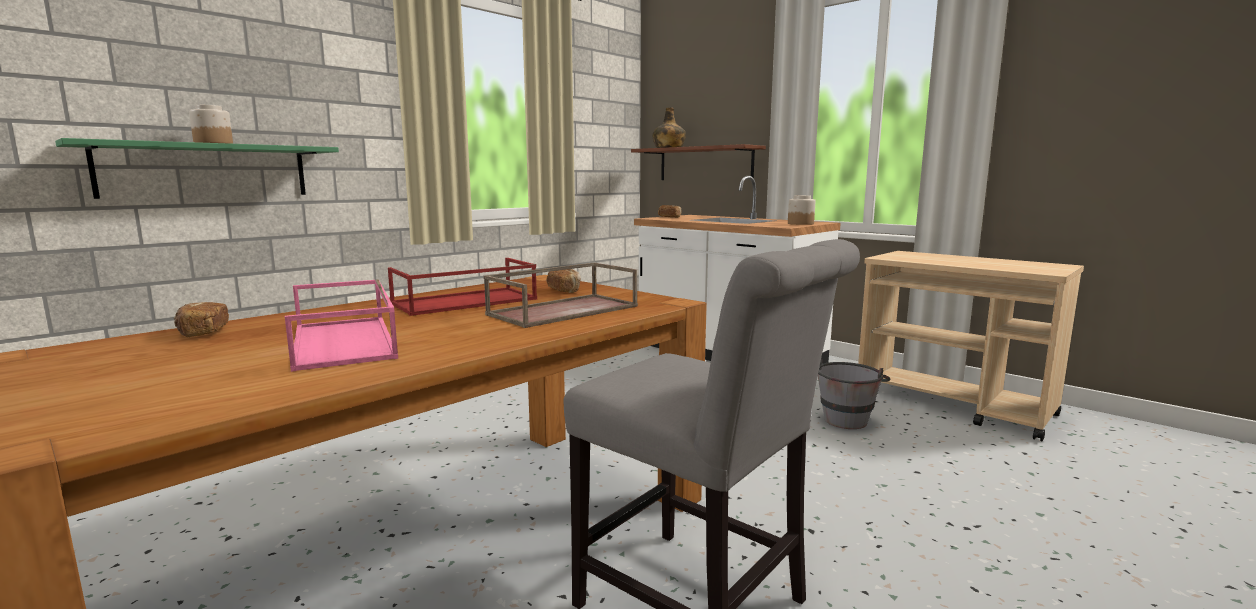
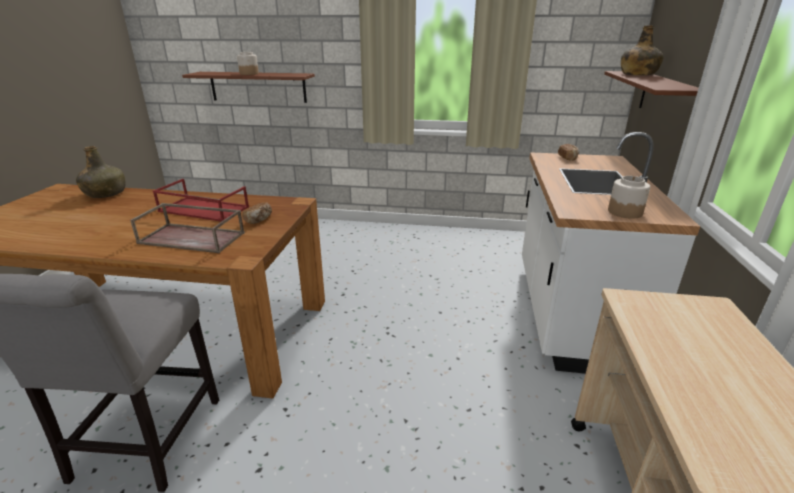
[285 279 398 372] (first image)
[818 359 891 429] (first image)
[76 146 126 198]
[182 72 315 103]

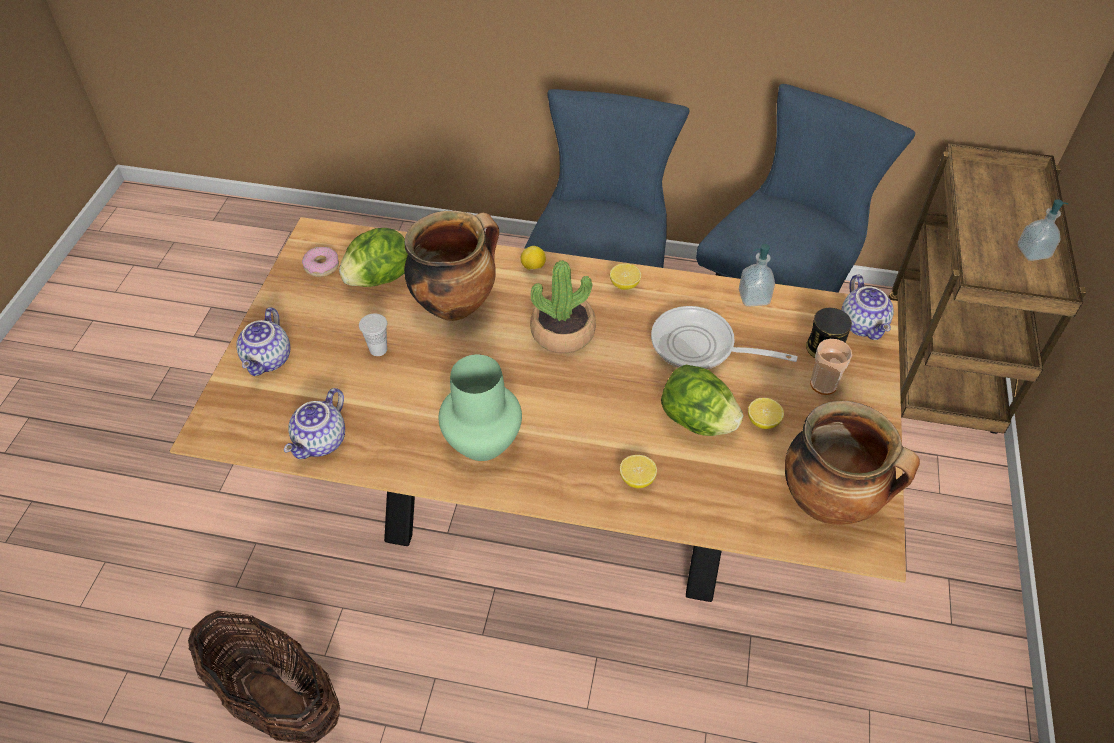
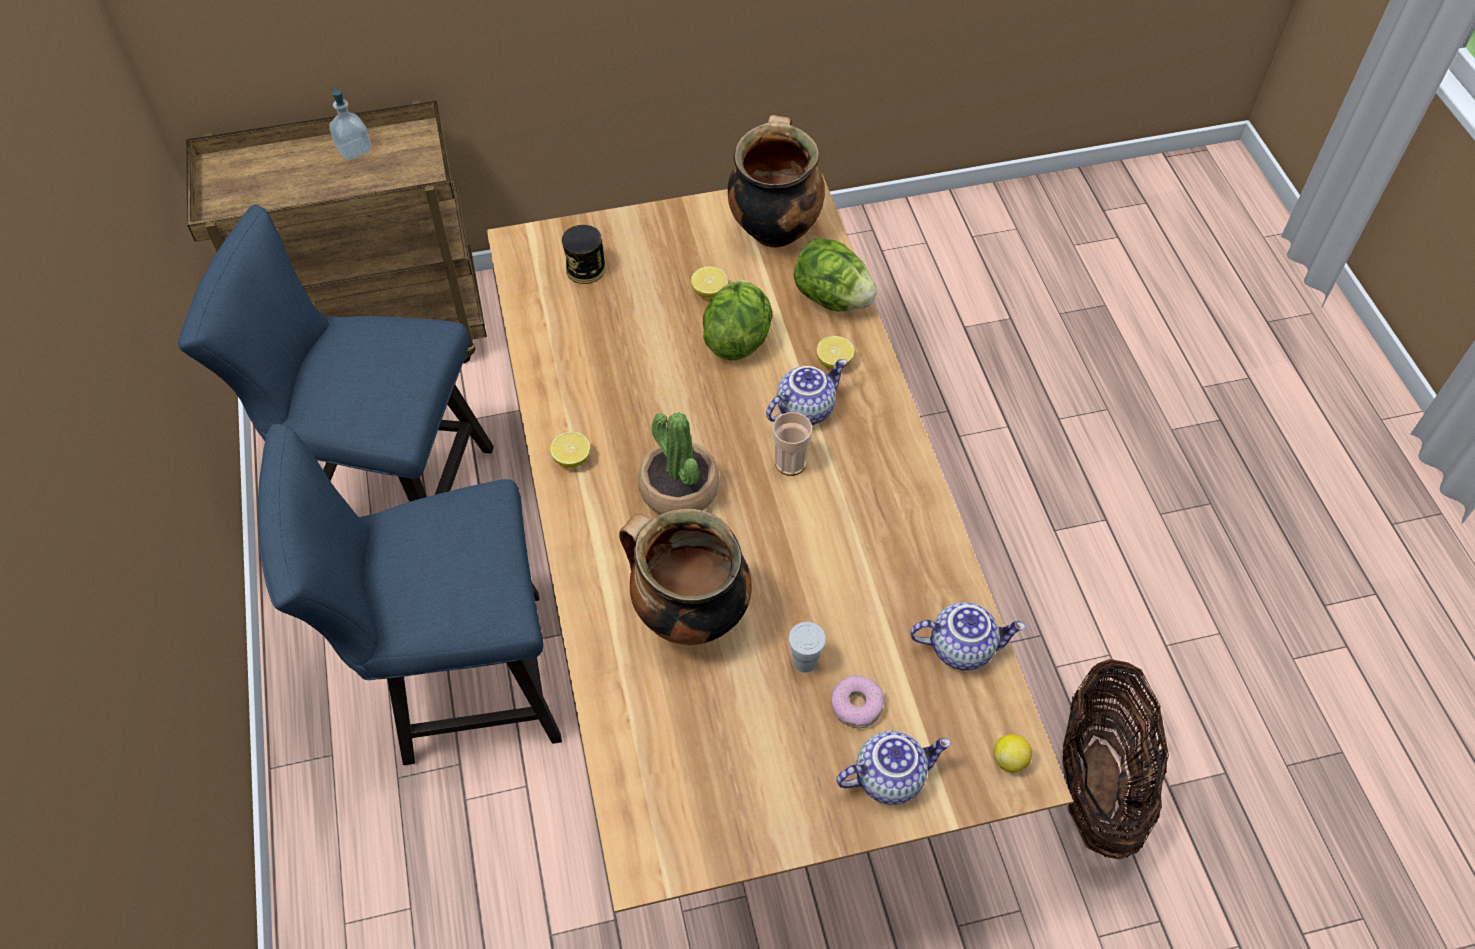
[439 354 522 461] (first image)
[651 306 798 369] (first image)
[739 244 775 306] (first image)
[831 675 884 728]
[793 238 877 312]
[994 734 1032 773]
[773 412 812 476]
[766 359 847 425]

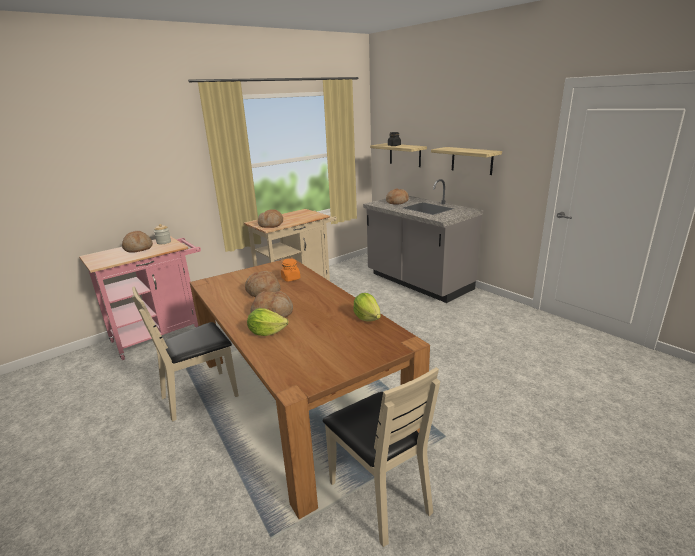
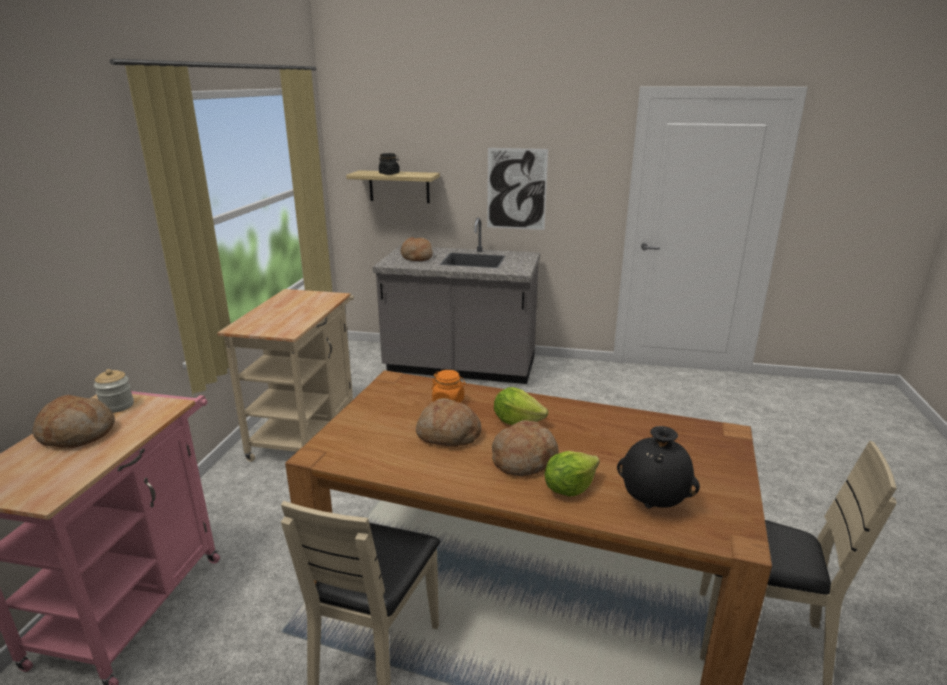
[258 209 283 228] (first image)
[617 426 700 509]
[494 387 548 425]
[487 148 548 230]

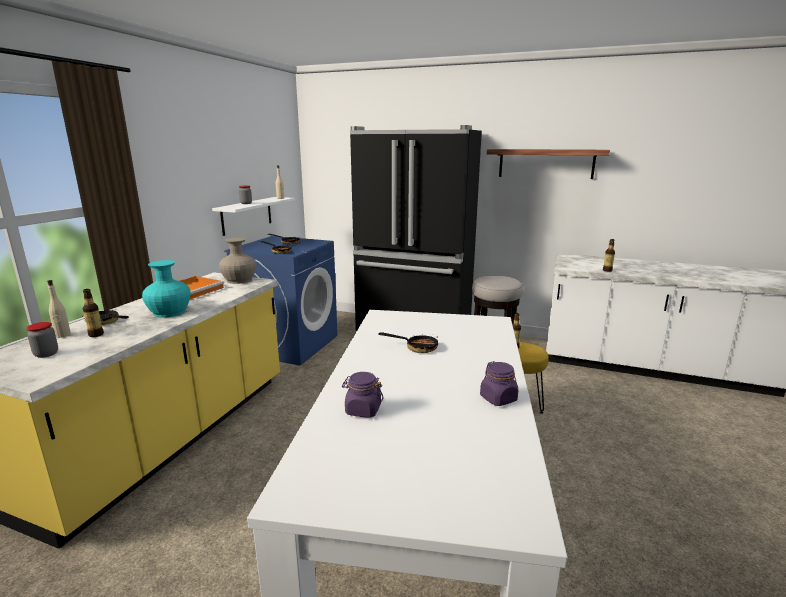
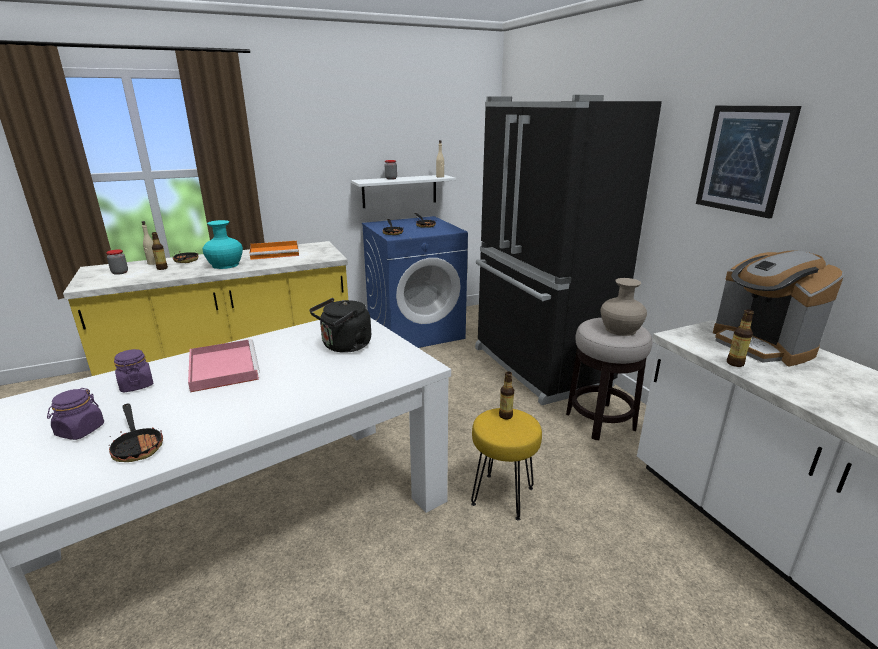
[188 339 260 392]
[310 298 371 353]
[713 251 844 367]
[601 278 647 336]
[106 404 163 462]
[47 388 104 440]
[696 106 801 218]

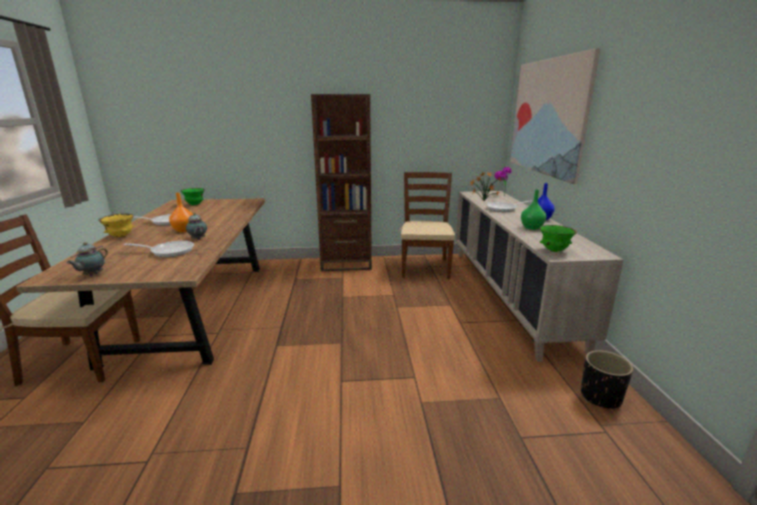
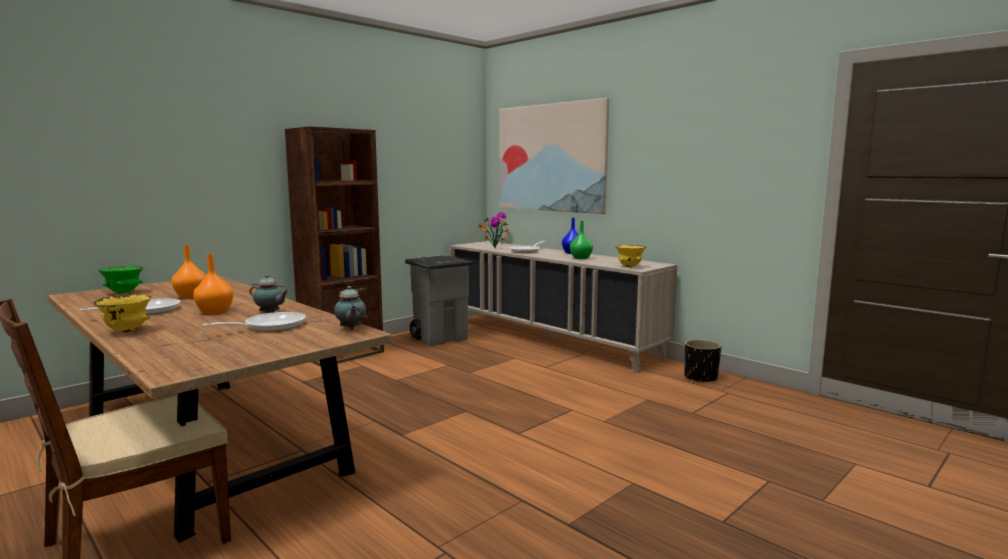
[171 245 207 298]
[334 286 366 330]
[405 255 474 346]
[615 245 647 267]

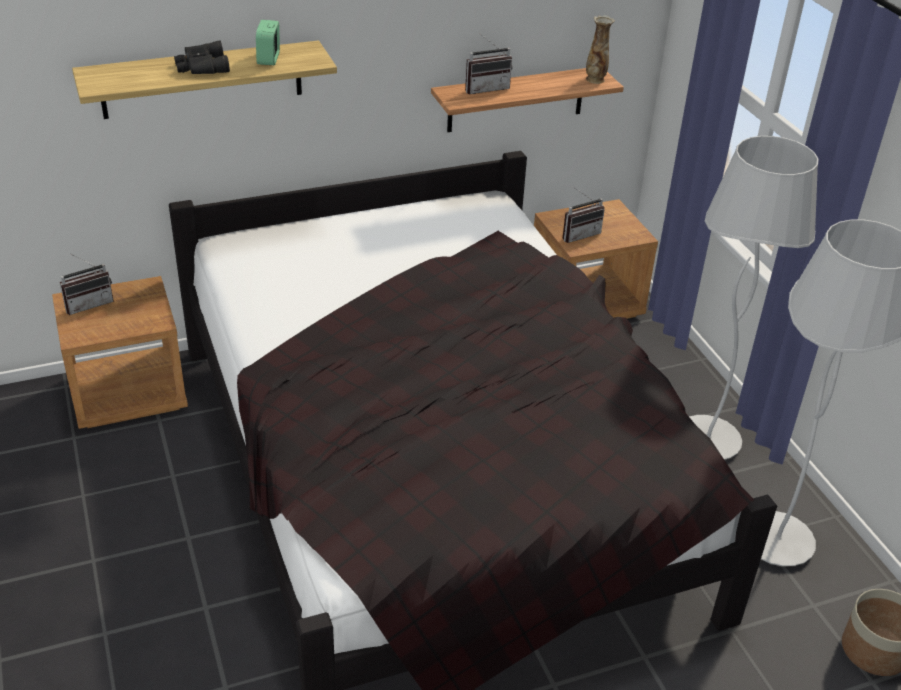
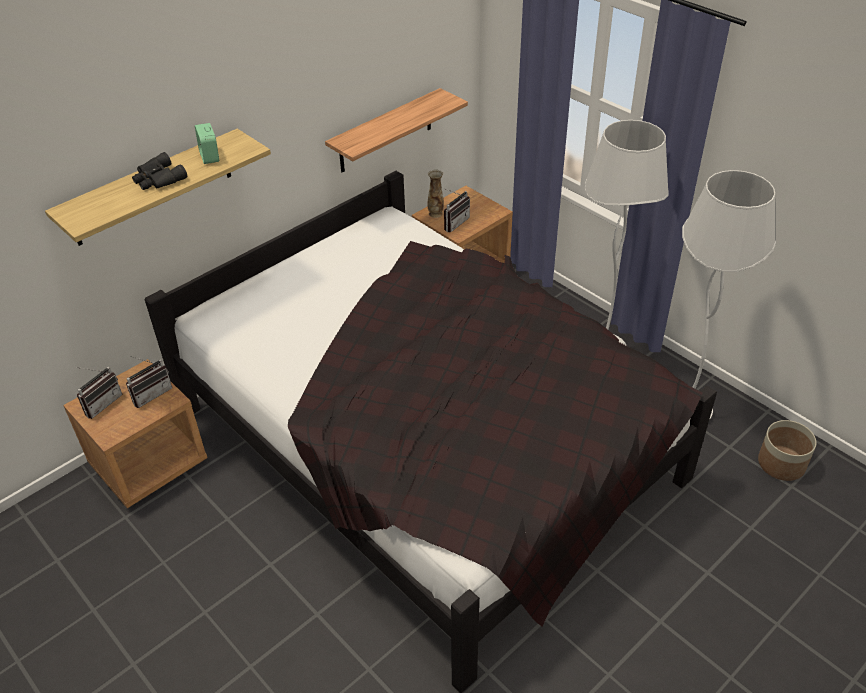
[126 356 172 408]
[427 169 444 218]

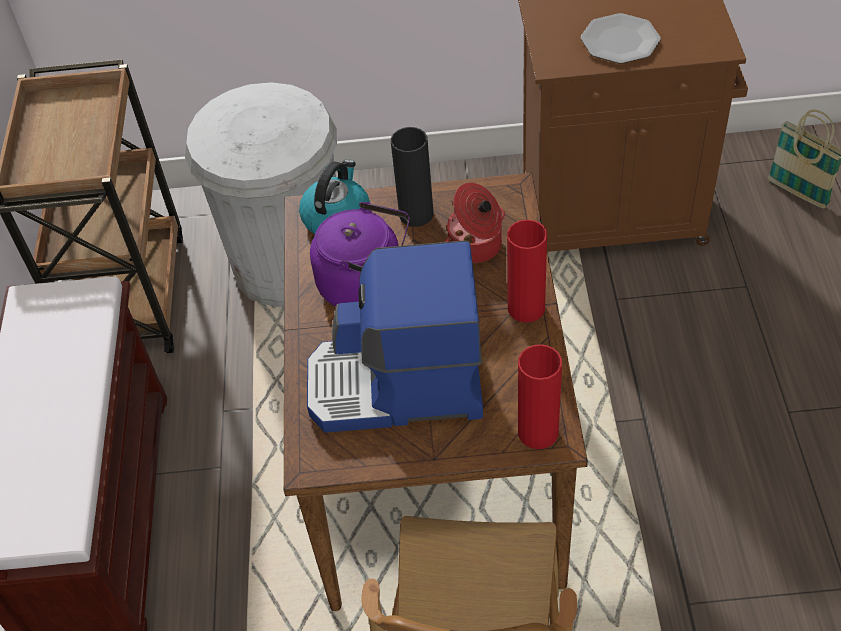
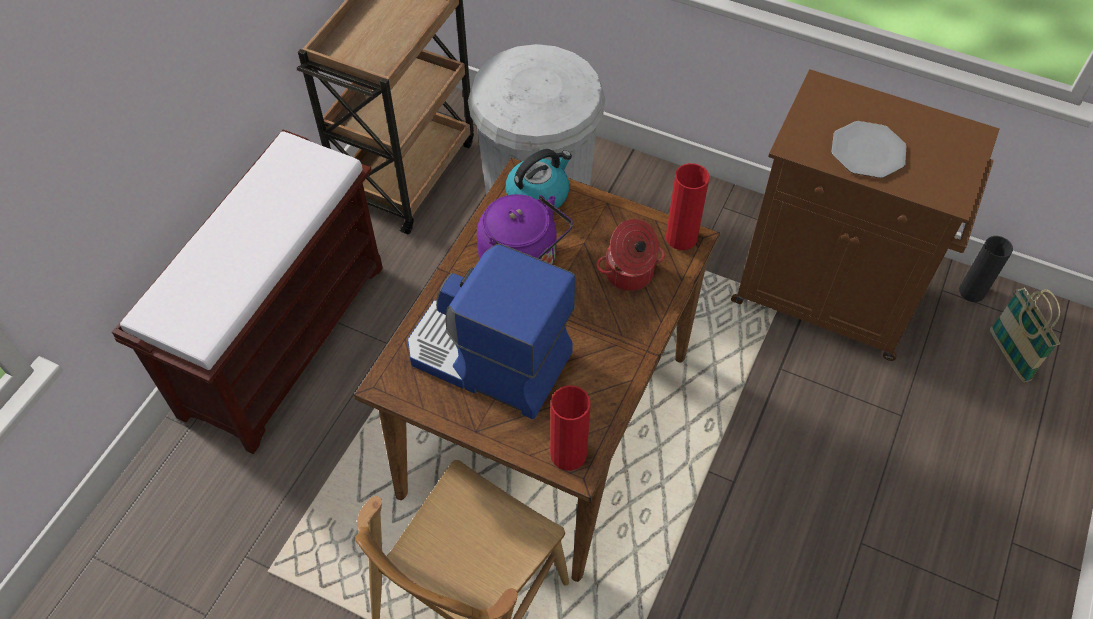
[959 236 1013 302]
[666 163 710 250]

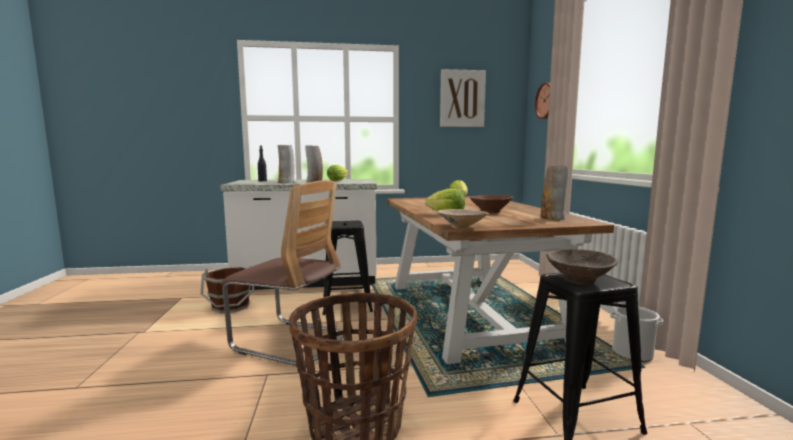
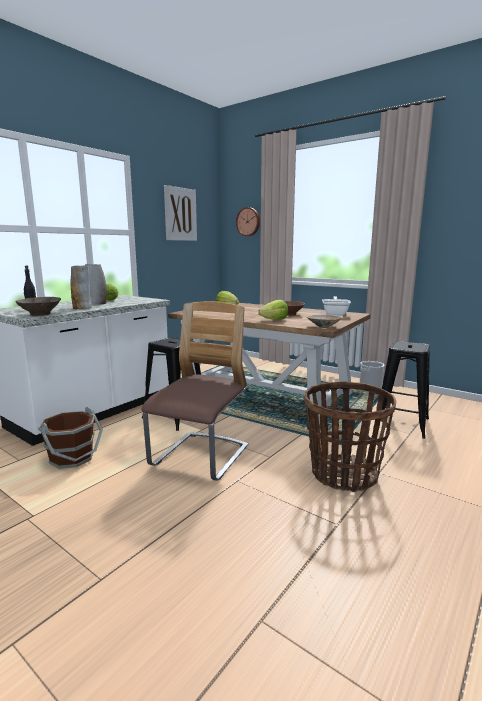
[16 297 61 316]
[322 296 351 316]
[141 301 249 481]

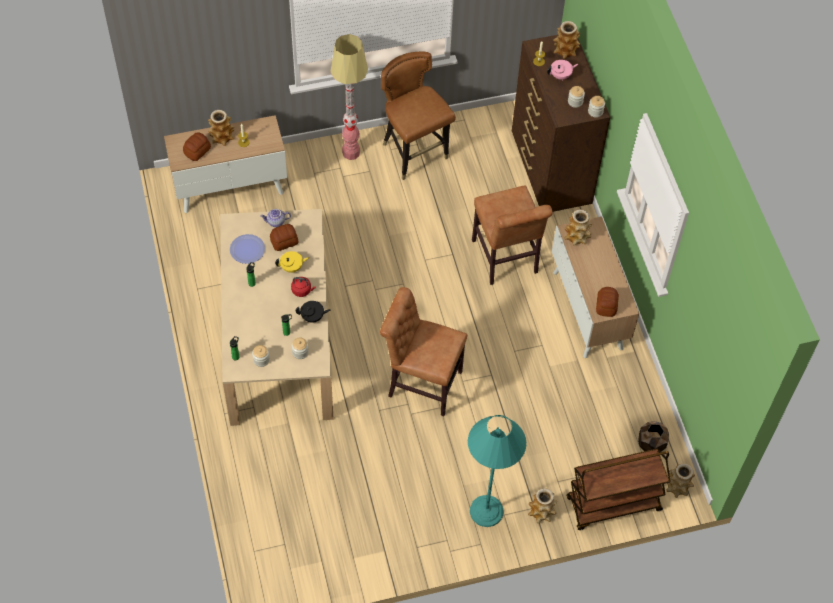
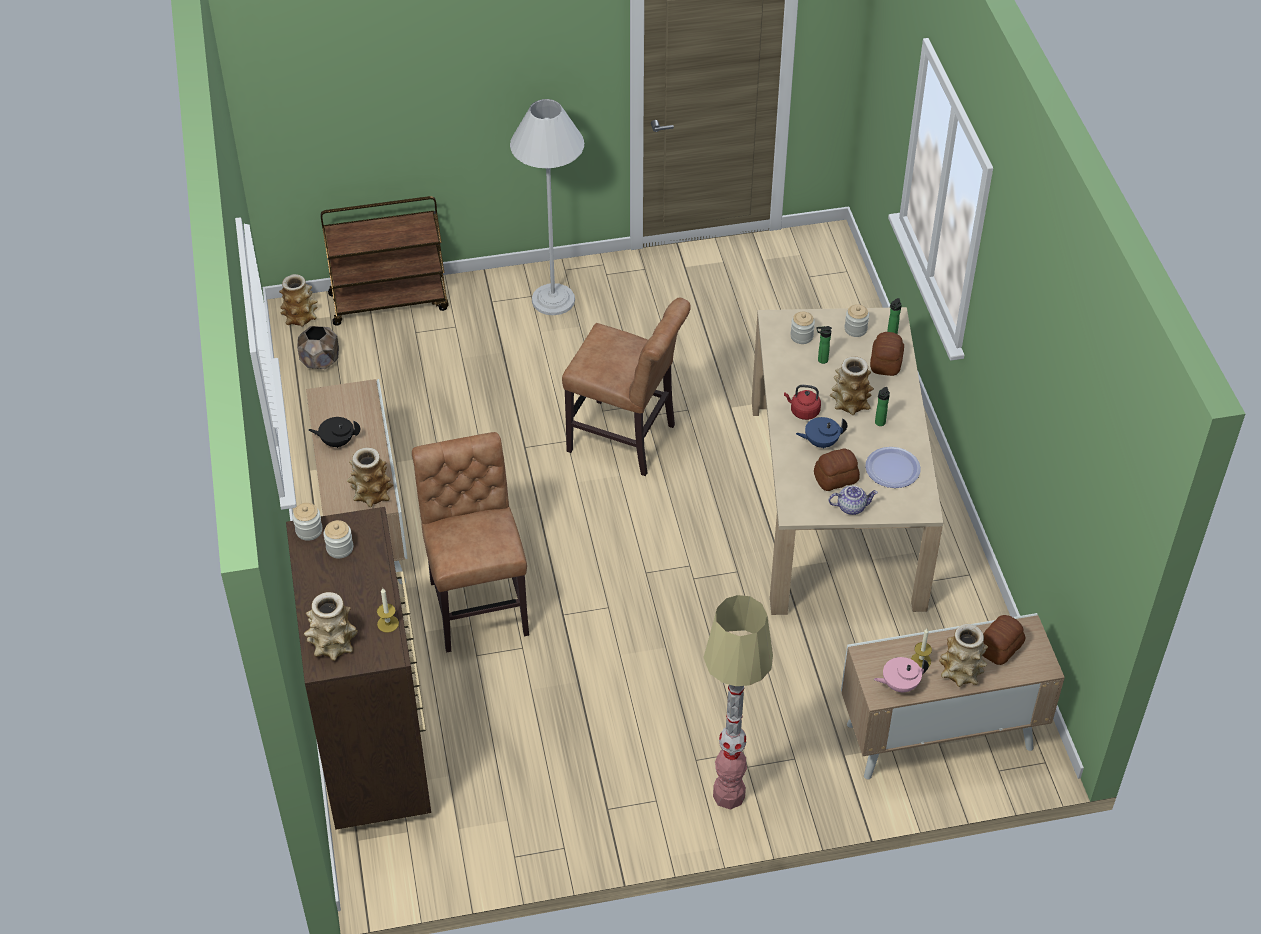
[381 52 456 180] (first image)
[309 417 360 448]
[830 357 874 415]
[874 657 929 692]
[870 332 904 376]
[796 417 847 449]
[510 99 584 315]

